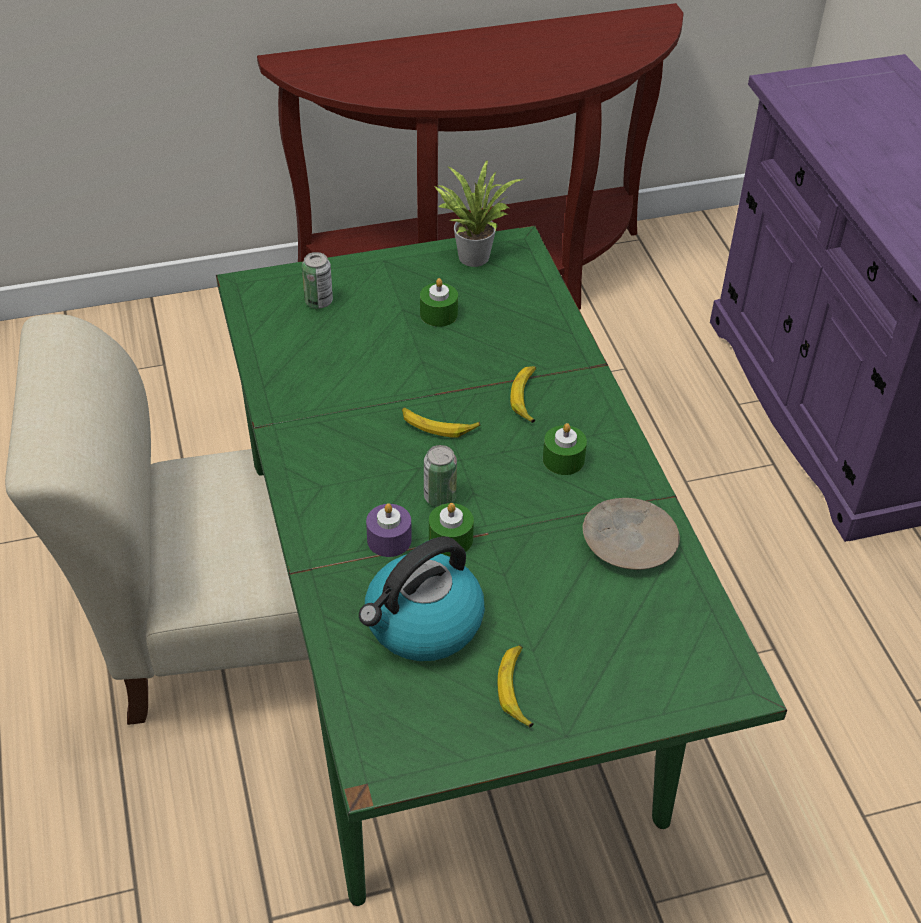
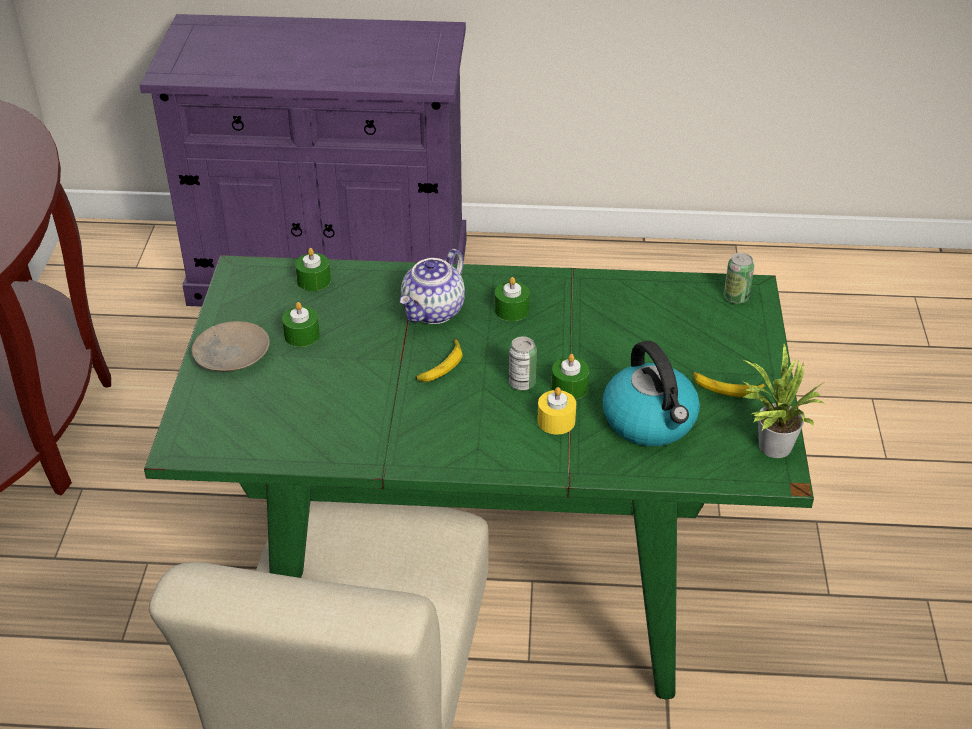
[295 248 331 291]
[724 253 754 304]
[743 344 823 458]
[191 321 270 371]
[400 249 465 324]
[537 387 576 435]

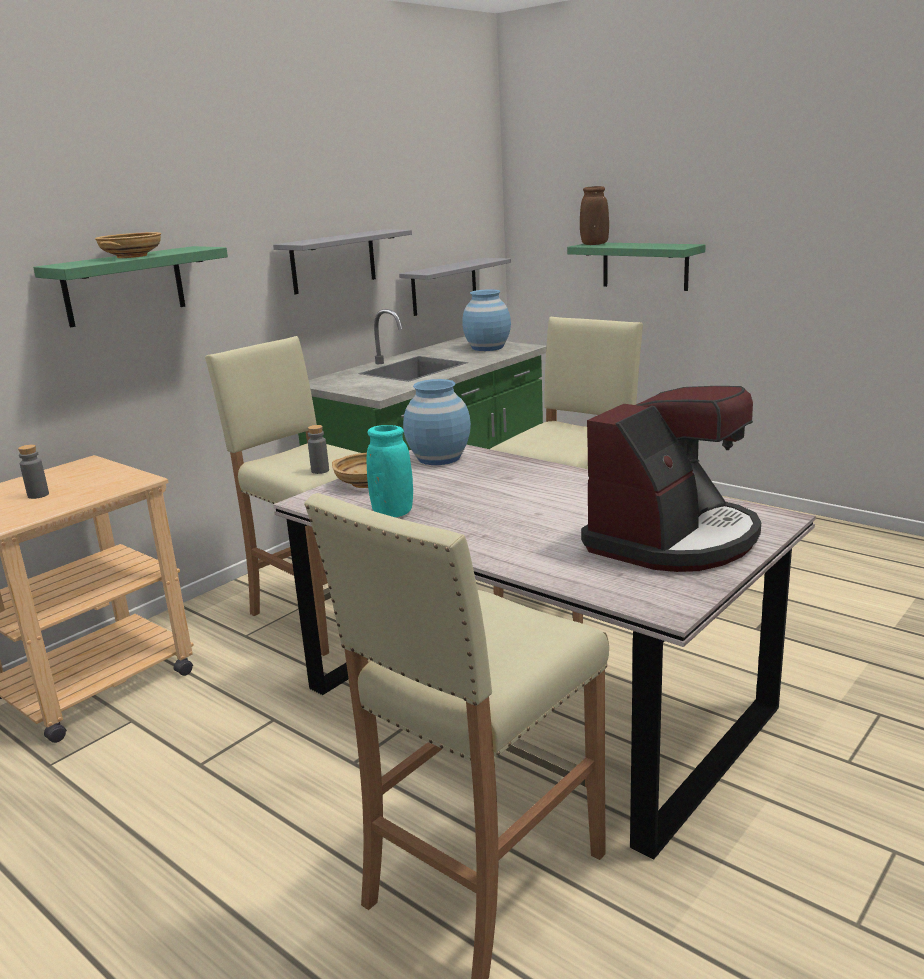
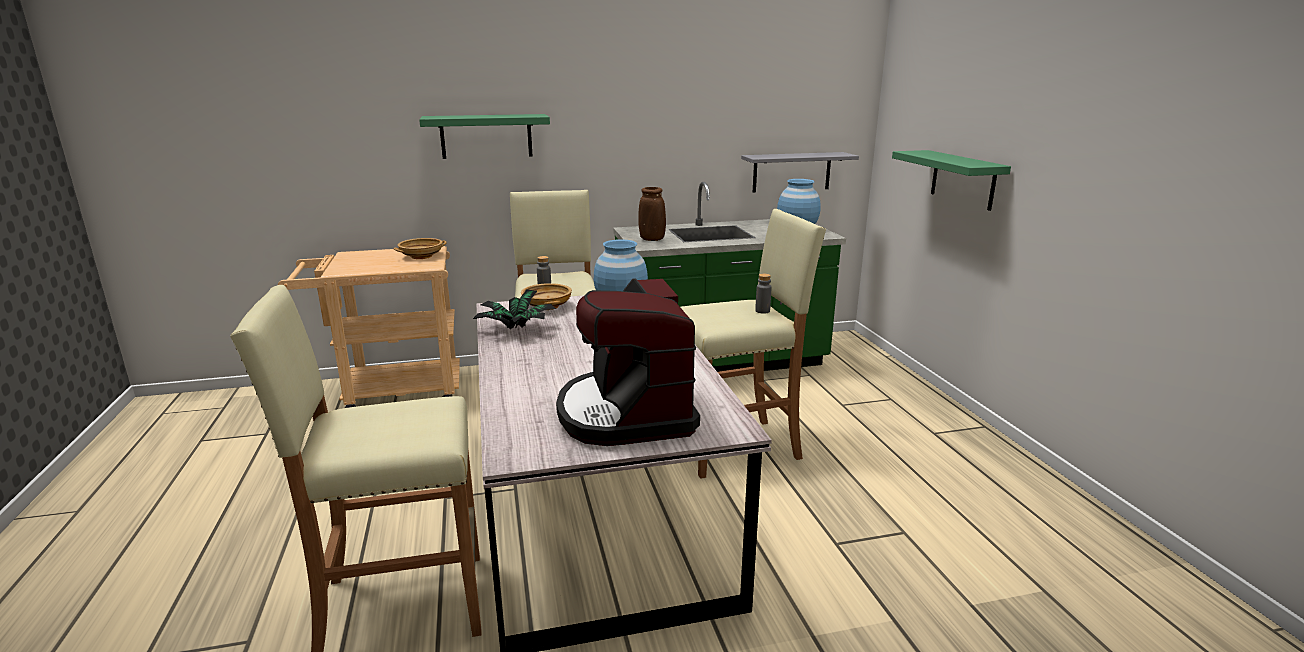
[273 229 412 294] (first image)
[755 273 772 314]
[394 238 447 259]
[638 187 666 241]
[473 289 556 329]
[556 278 700 446]

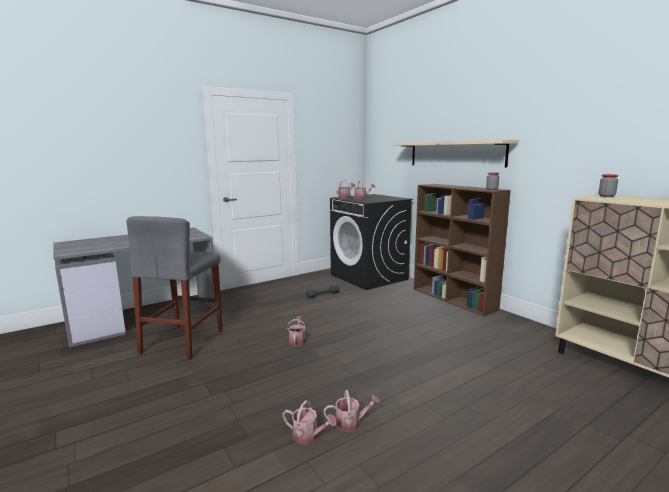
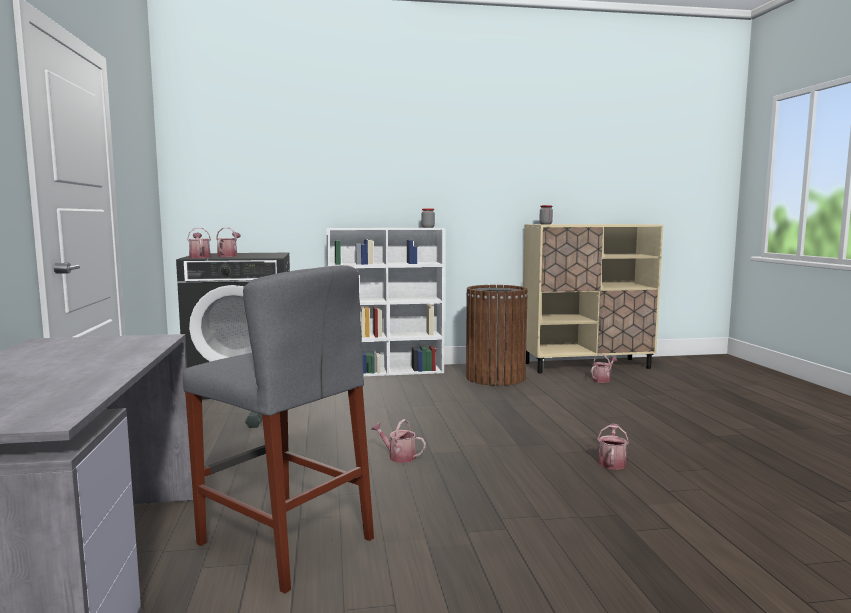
[393 140 519 168] (first image)
[466 285 528 386]
[591 354 617 383]
[326 228 445 376]

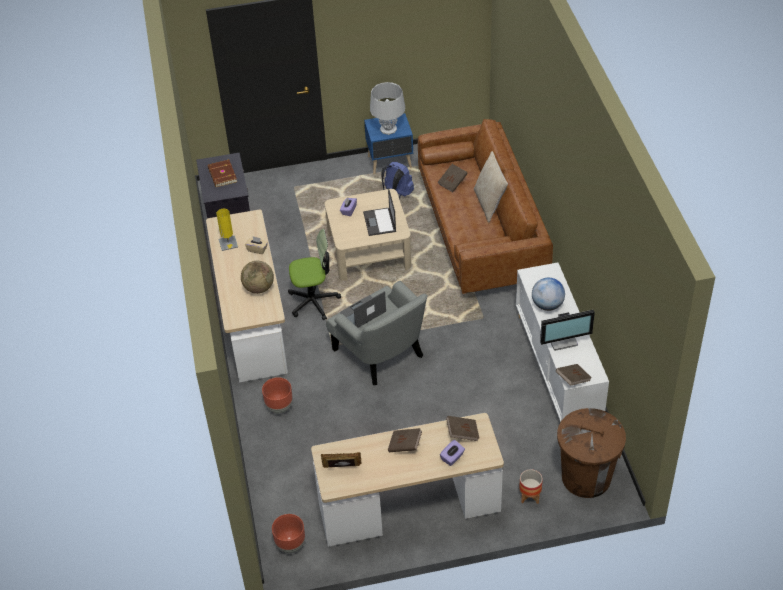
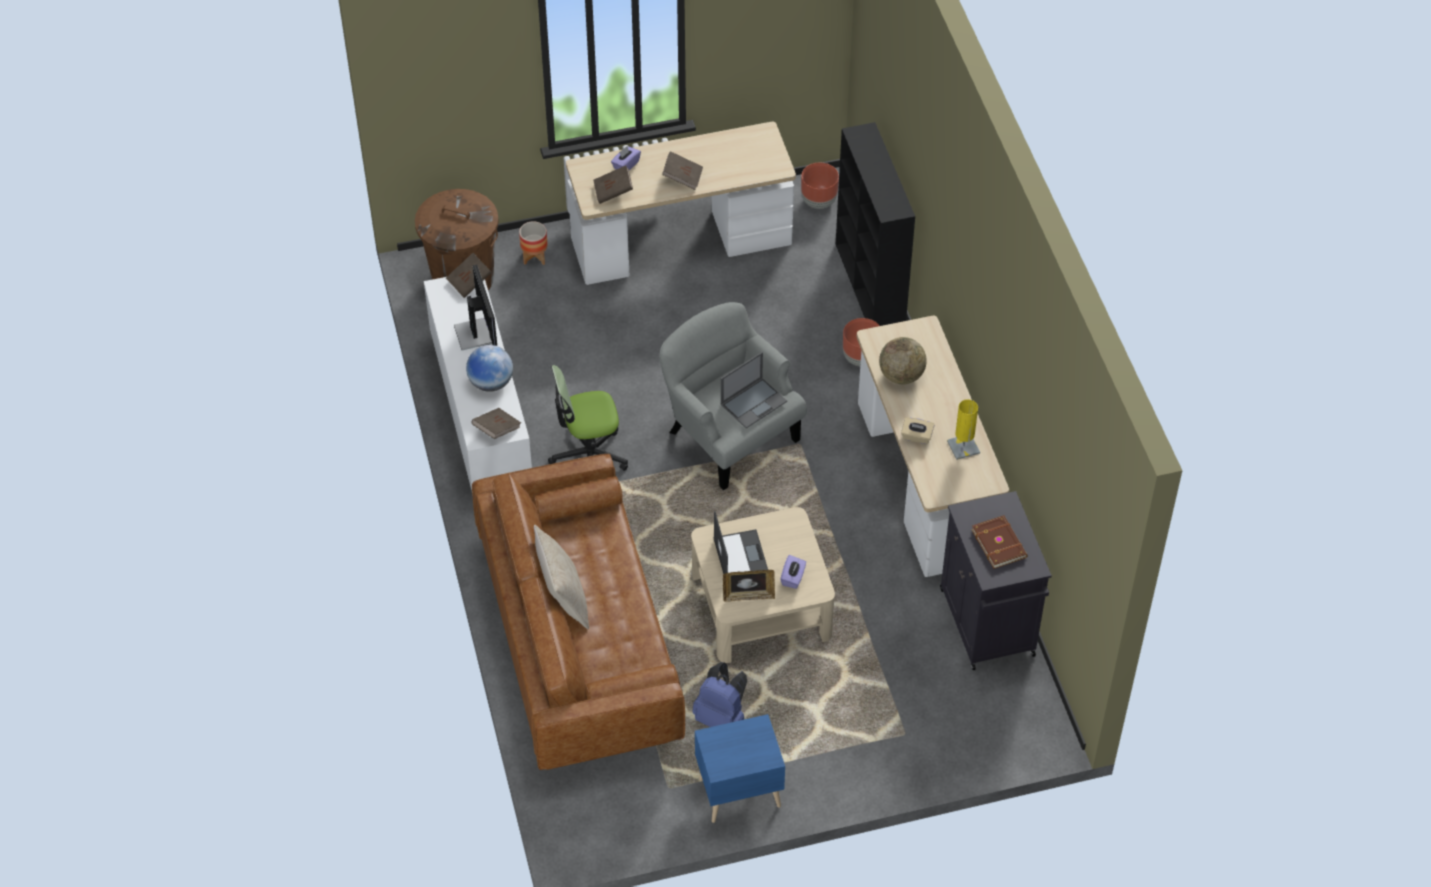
[370 82 405 135] (first image)
[836 122 915 326]
[548 365 628 471]
[723 570 775 602]
[472 408 521 439]
[454 265 497 350]

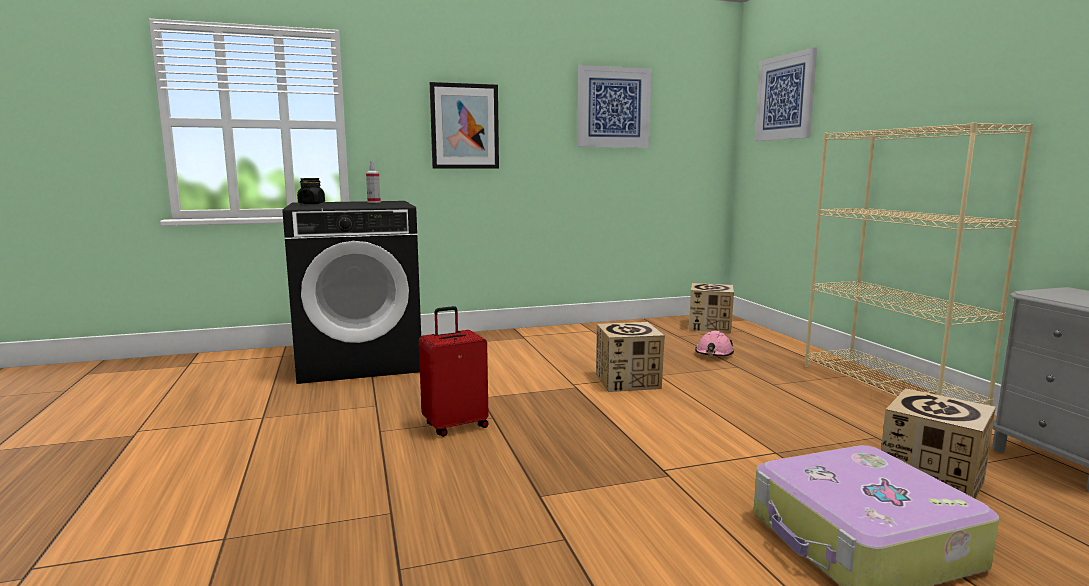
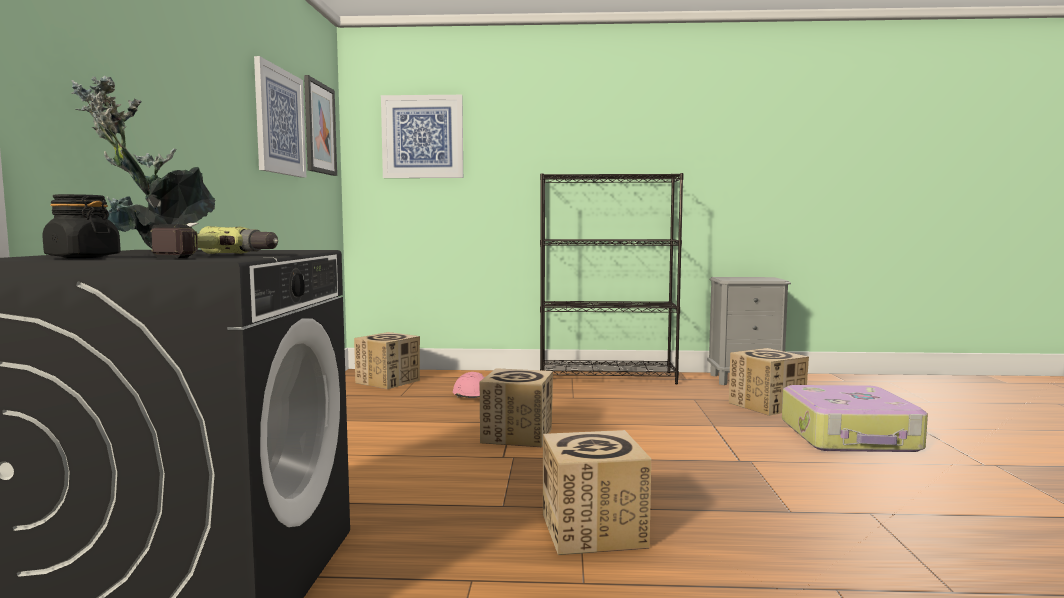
[151 223 278 258]
[304 75 337 176]
[71 76 215 249]
[543 430 651 555]
[540 173 684 384]

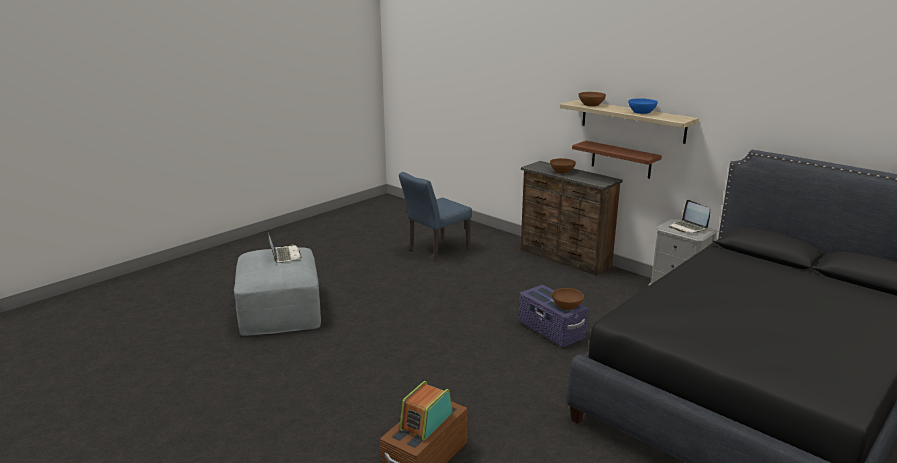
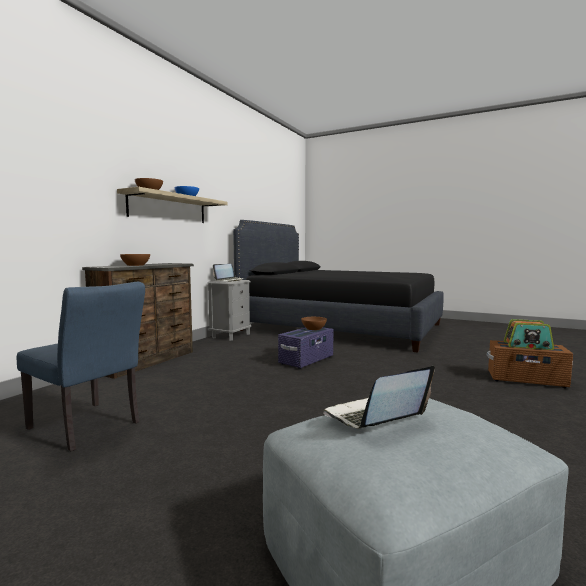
[572 141 662 179] (first image)

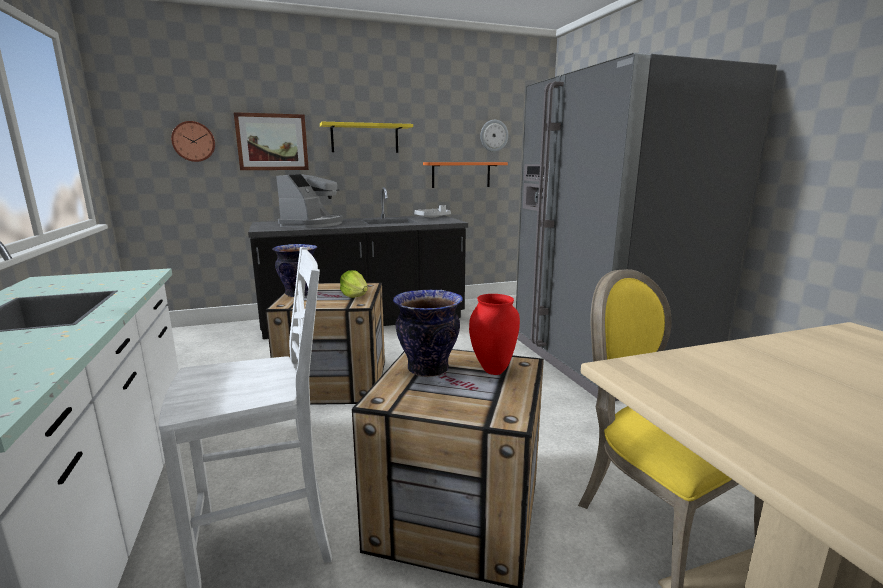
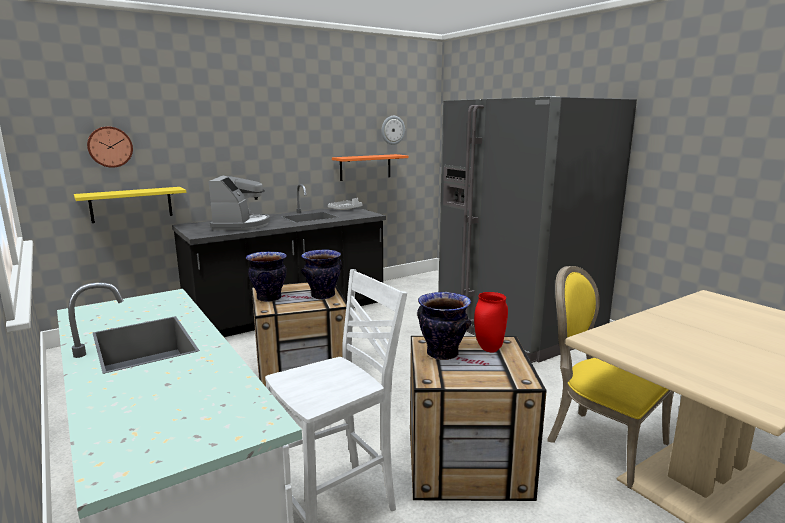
[234 112 309 170] (first image)
[74 187 186 223]
[301 250 342 300]

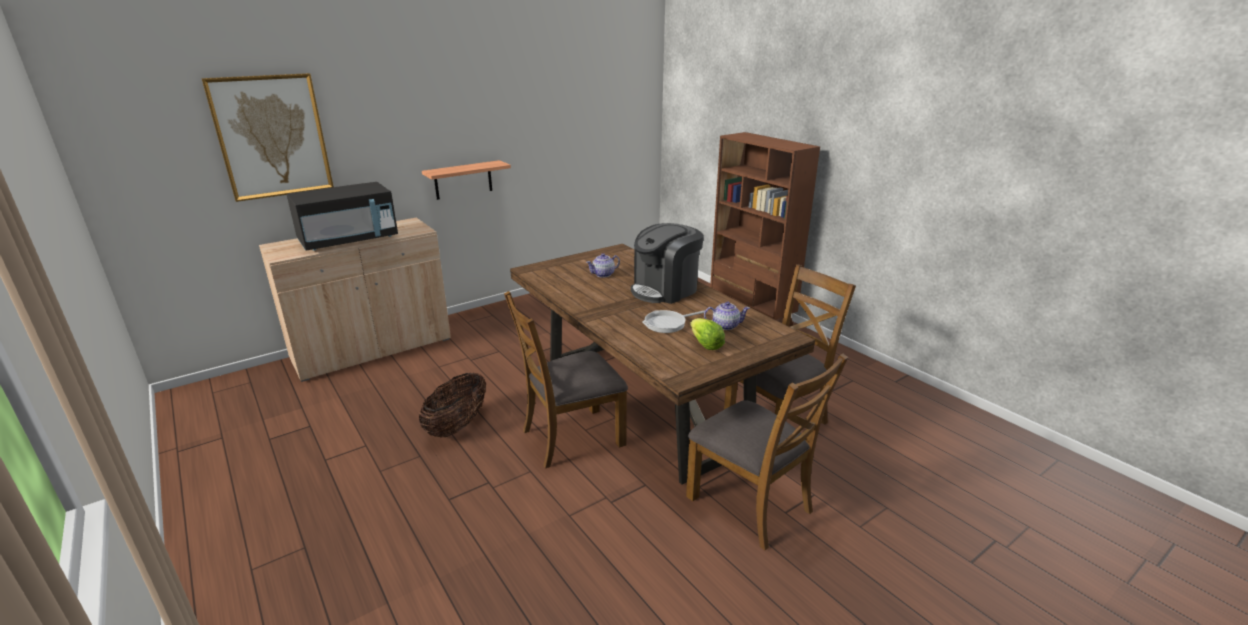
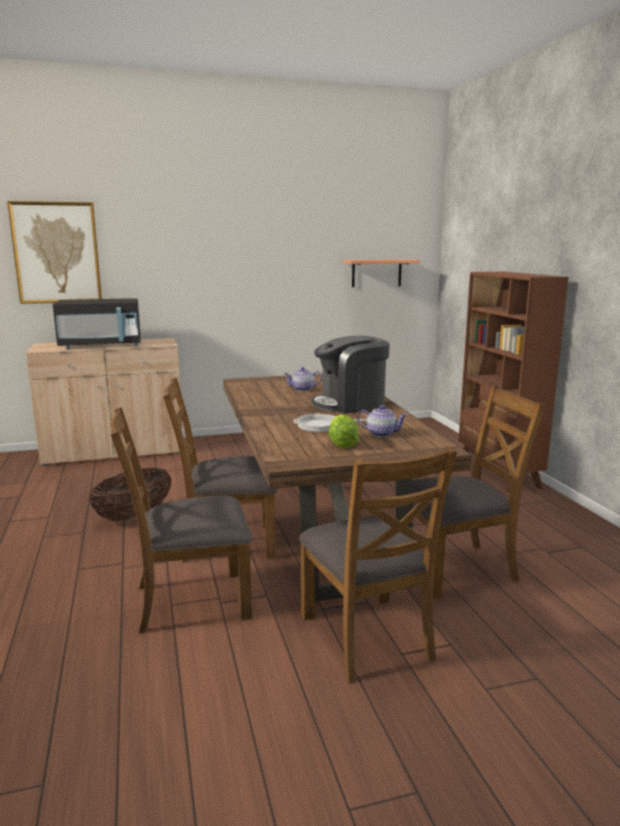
[110 407 253 633]
[343 259 420 287]

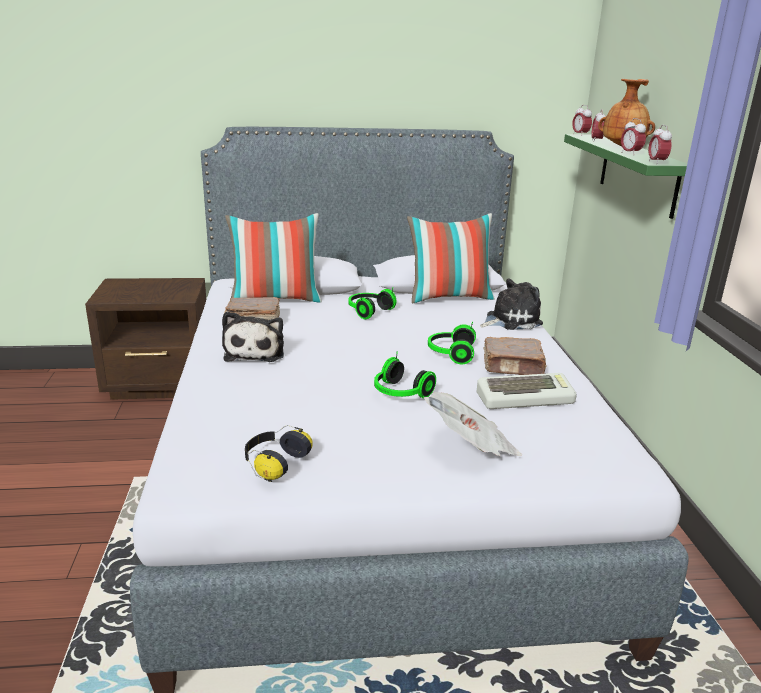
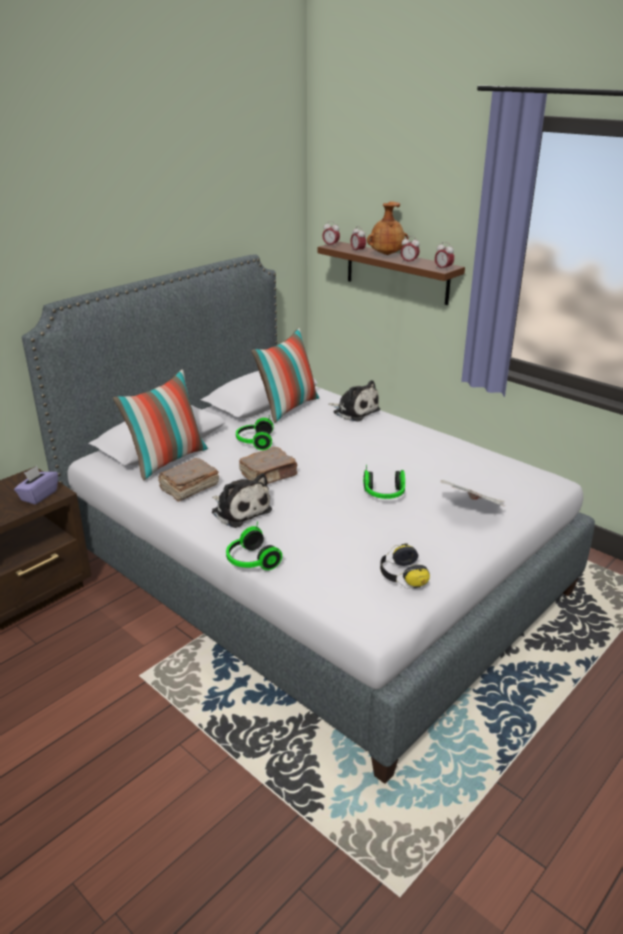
[477 373 577 409] (first image)
[14 466 58 504]
[226 522 282 570]
[239 447 298 484]
[318 241 465 305]
[328 380 380 422]

